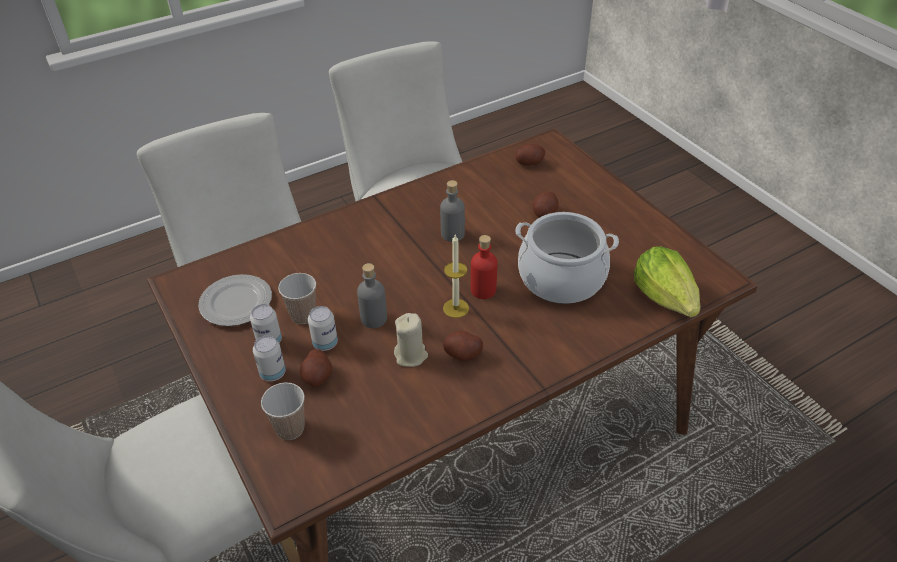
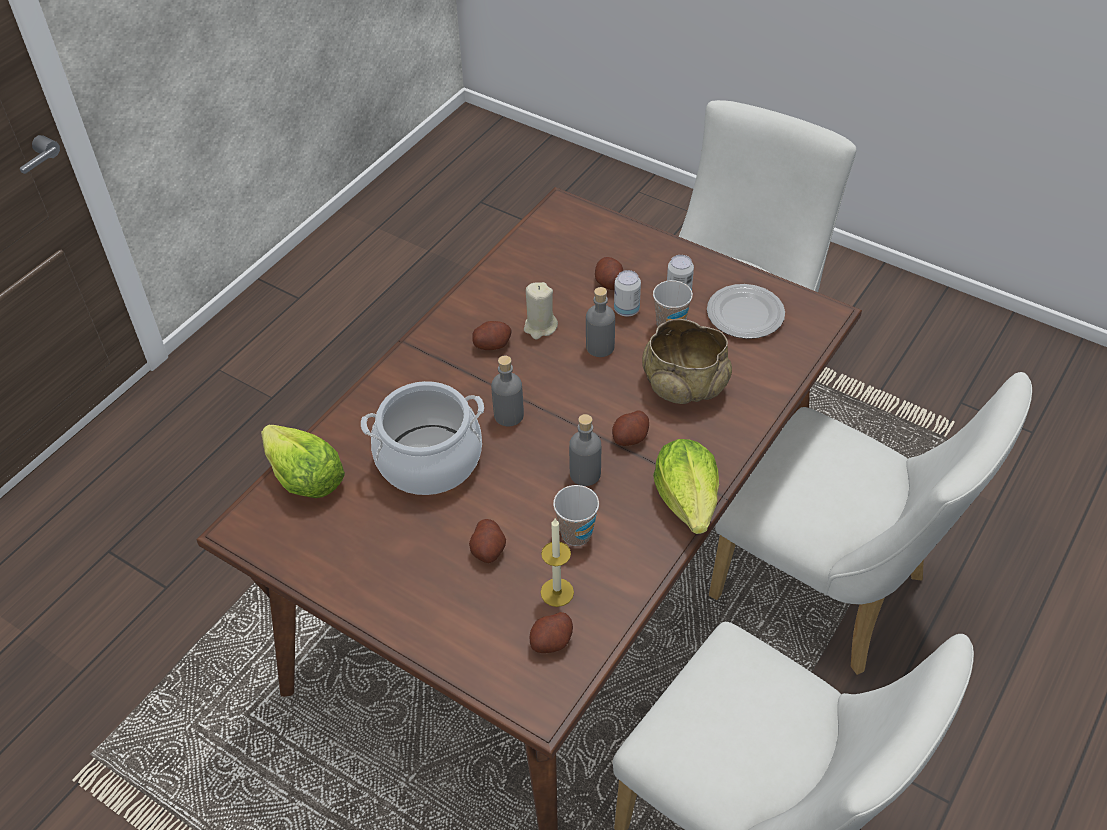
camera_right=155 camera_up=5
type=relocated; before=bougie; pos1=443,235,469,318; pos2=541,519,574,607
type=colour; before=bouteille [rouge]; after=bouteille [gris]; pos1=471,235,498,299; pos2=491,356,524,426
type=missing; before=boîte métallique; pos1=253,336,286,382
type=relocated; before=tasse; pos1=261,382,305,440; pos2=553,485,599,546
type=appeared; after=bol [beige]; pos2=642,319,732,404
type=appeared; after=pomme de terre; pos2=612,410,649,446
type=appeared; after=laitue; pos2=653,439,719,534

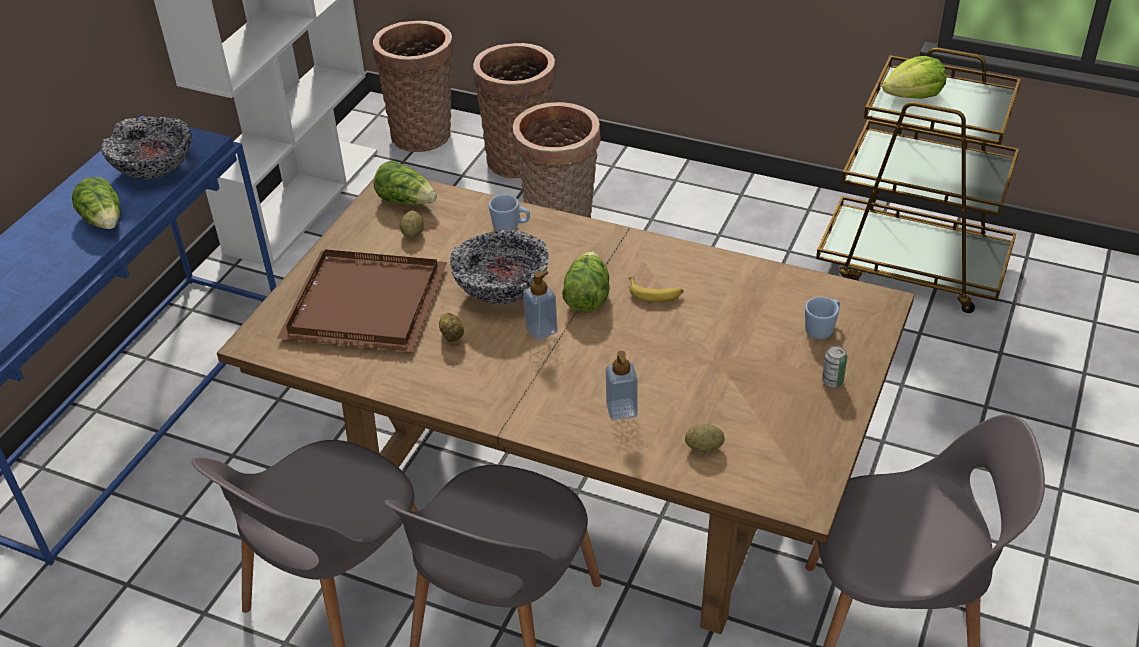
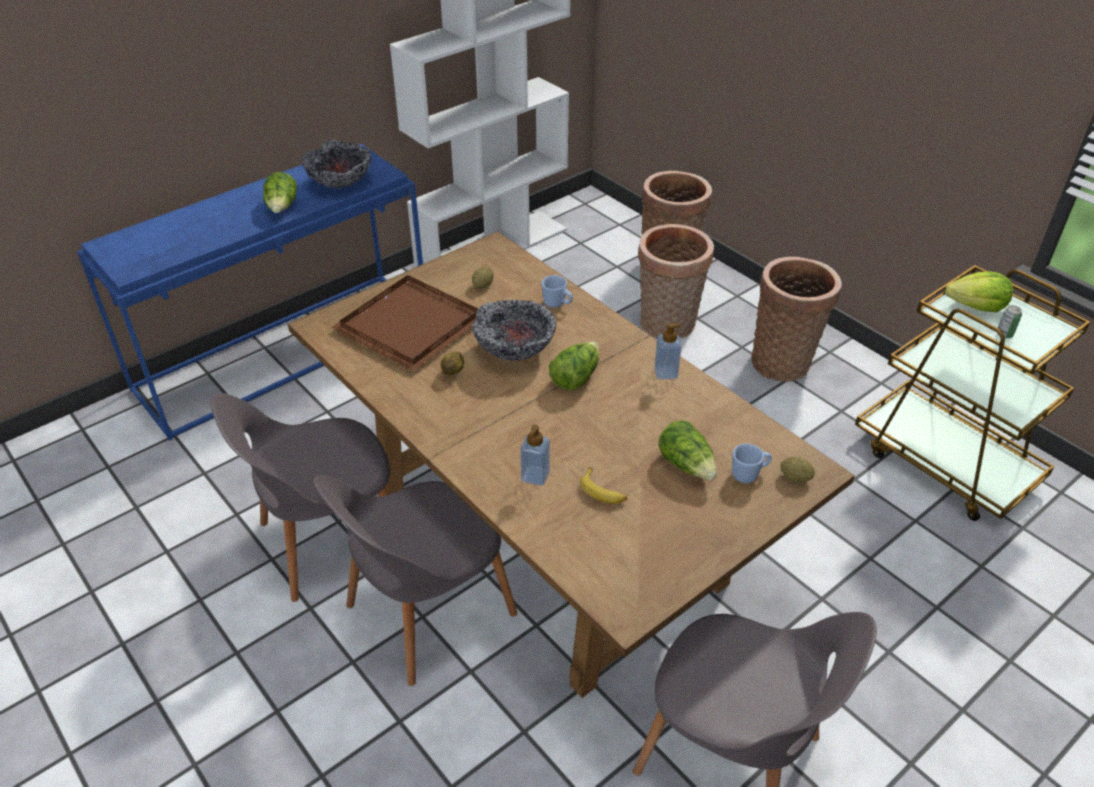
camera_right=25 camera_up=0
type=relocated; before=panier; pos1=373,21,454,152; pos2=751,257,842,382
type=relocated; before=laitue; pos1=373,161,437,205; pos2=659,420,717,480
type=relocated; before=distributeur de savon; pos1=523,270,558,340; pos2=654,323,682,380
type=relocated; before=banane; pos1=629,277,683,303; pos2=580,467,627,504
type=relocated; before=boîte métallique; pos1=822,346,847,387; pos2=997,305,1022,338
type=relocated; before=pomme de terre; pos1=685,424,725,453; pos2=780,457,815,482

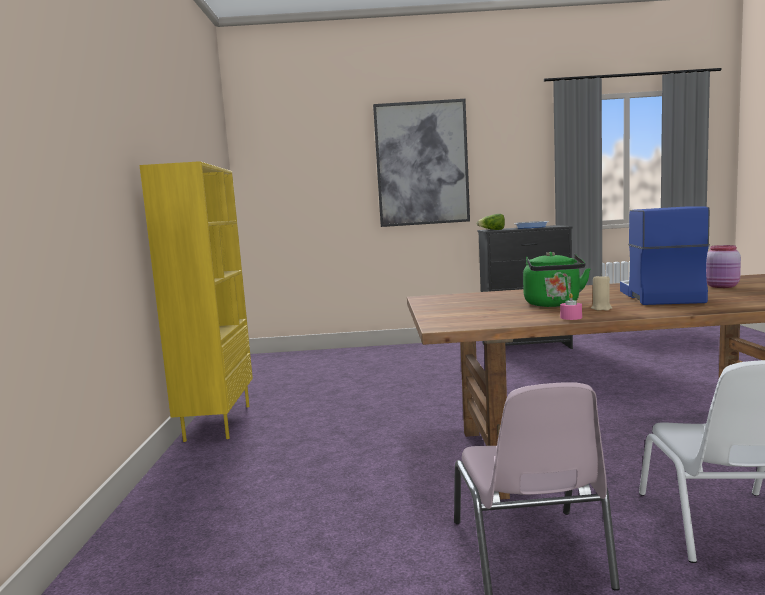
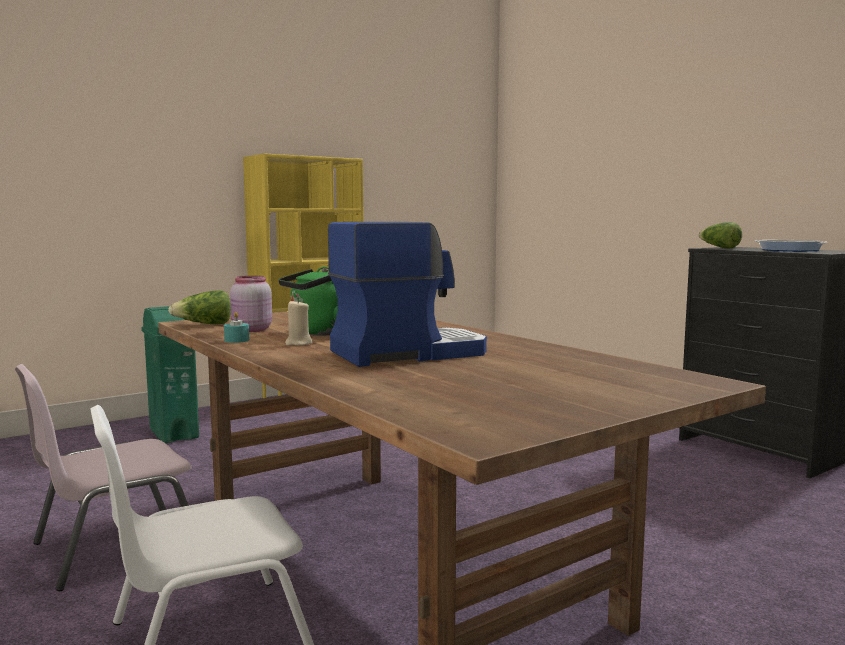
camera_right=55 camera_up=0
type=missing; before=tableau; pos1=373,99,470,227
type=relocated; before=bocal [rose]; pos1=706,245,741,288; pos2=230,276,272,332
type=colour; before=bougie [rose]; after=bougie [turquoise]; pos1=560,293,582,320; pos2=224,312,249,343
type=appeared; after=laitue; pos2=168,290,231,324
type=appeared; after=poubelle [vert]; pos2=141,306,199,443

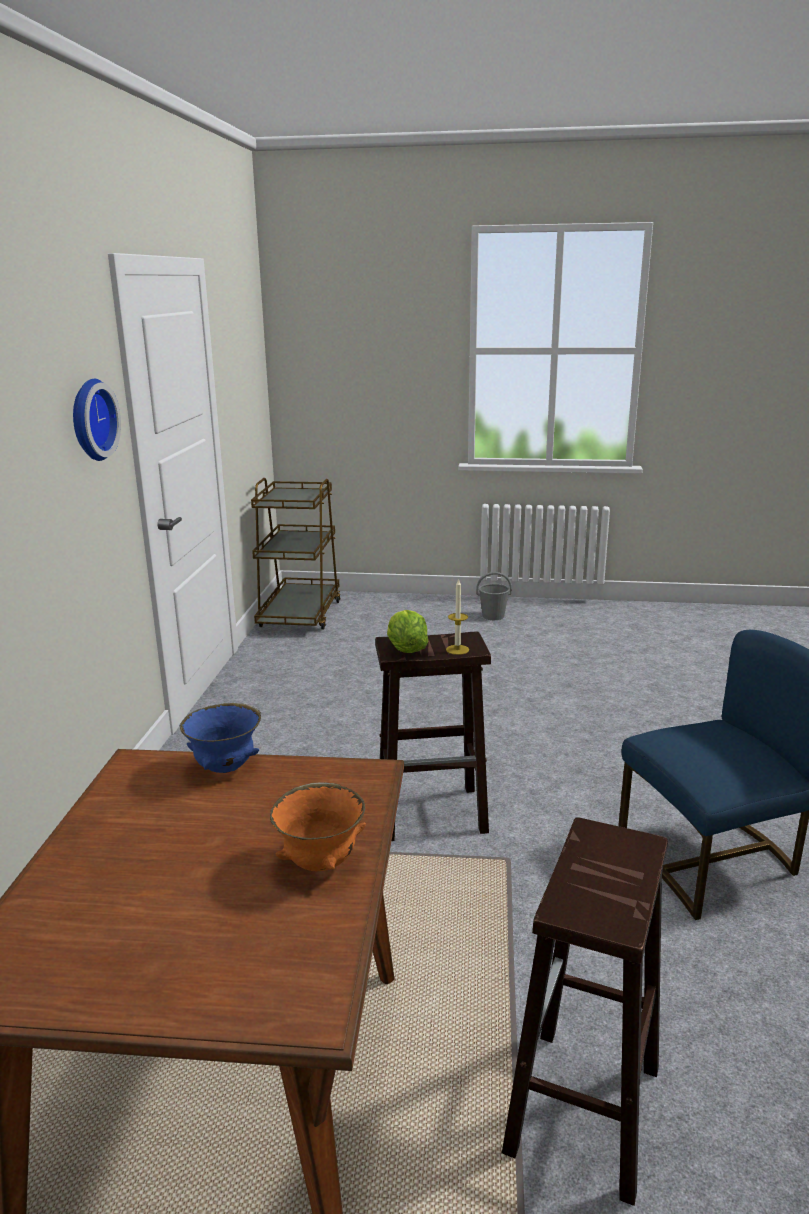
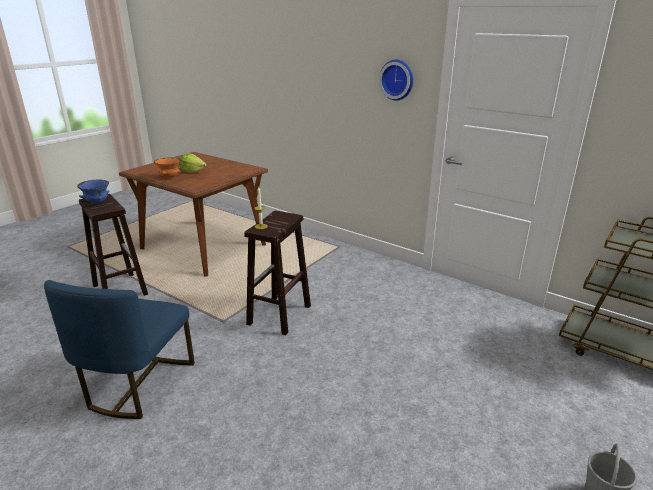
camera_right=120 camera_up=5
type=relocated; before=laitue; pos1=387,610,429,653; pos2=179,153,207,173
type=relocated; before=bol [bleu]; pos1=180,703,261,773; pos2=77,179,109,203

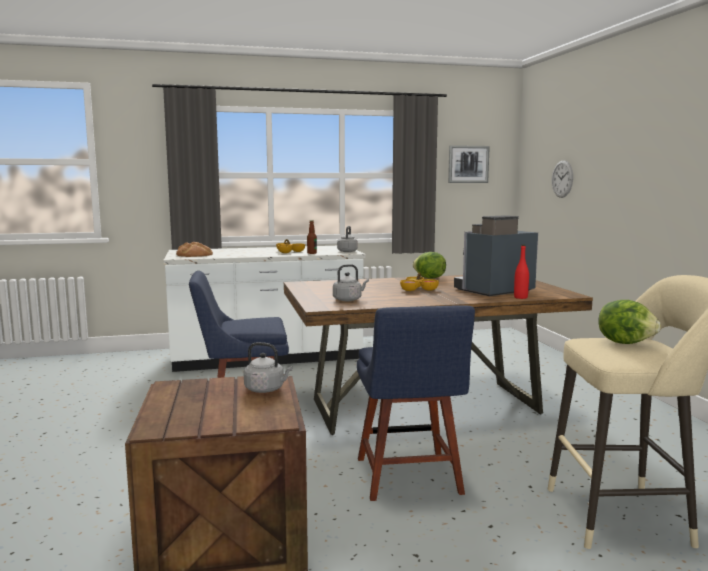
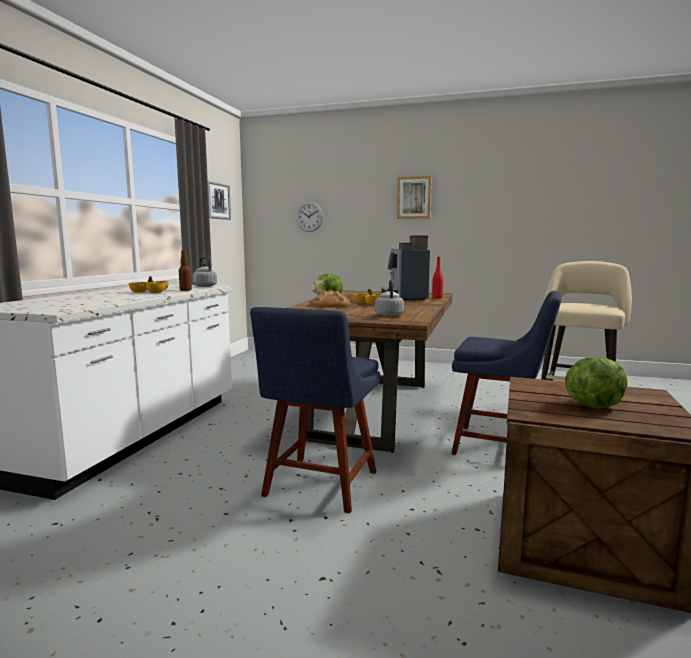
camera_right=-60 camera_up=0
type=relocated; before=pain; pos1=176,242,213,257; pos2=310,290,351,307
type=relocated; before=laitue; pos1=598,300,661,344; pos2=565,357,628,409
type=missing; before=bouilloire [gris]; pos1=244,342,293,393
type=appeared; after=tableau; pos2=397,176,432,219

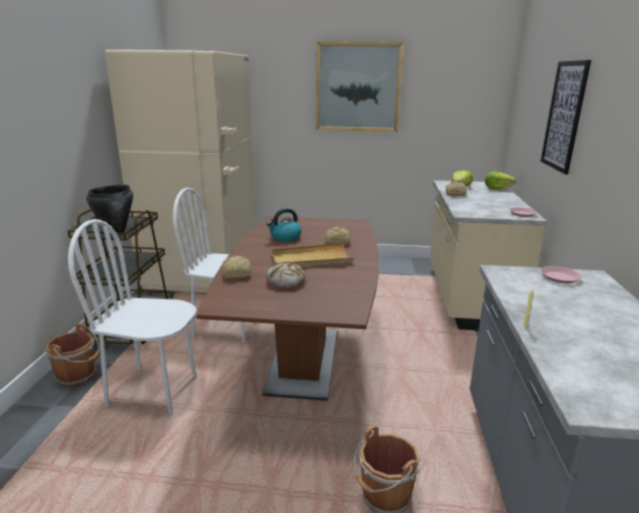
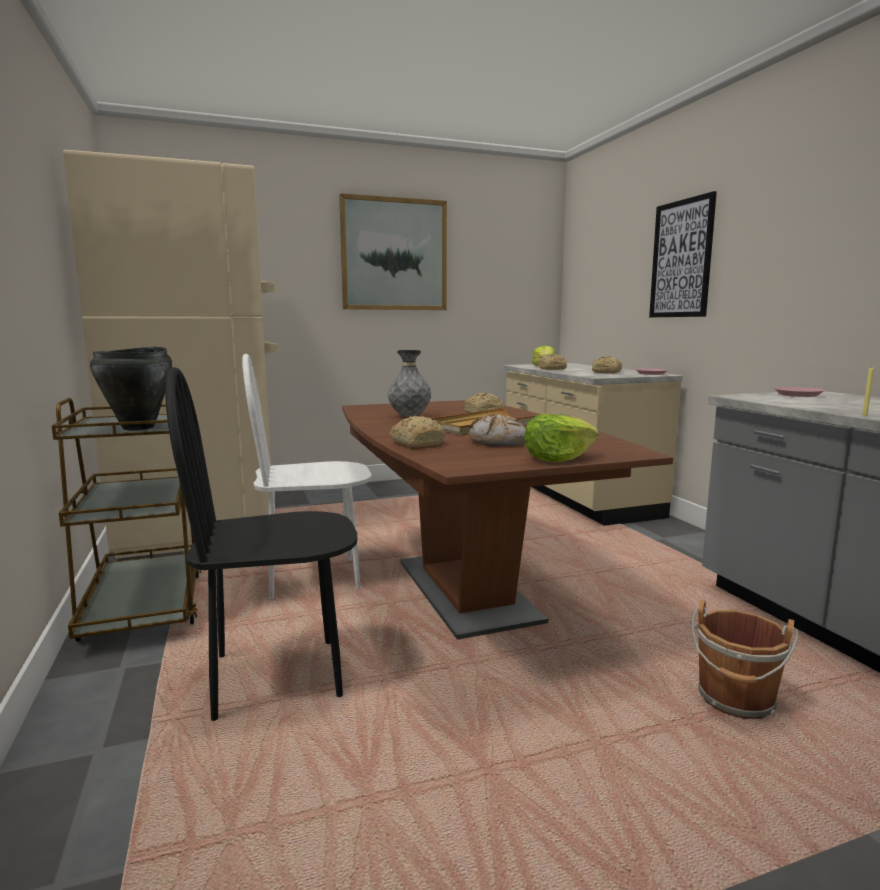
camera_right=-25 camera_up=-10
type=relocated; before=laitue; pos1=485,172,516,190; pos2=524,414,599,462
type=exchanged; before=bouilloire; after=vase [gris]; pos1=267,208,301,242; pos2=388,350,431,417
type=colour; before=chaise [blanc]; after=chaise [noir]; pos1=68,219,196,413; pos2=165,367,358,721
type=missing; before=seau [marron]; pos1=46,323,100,387
type=appeared; after=pain; pos2=592,356,622,374

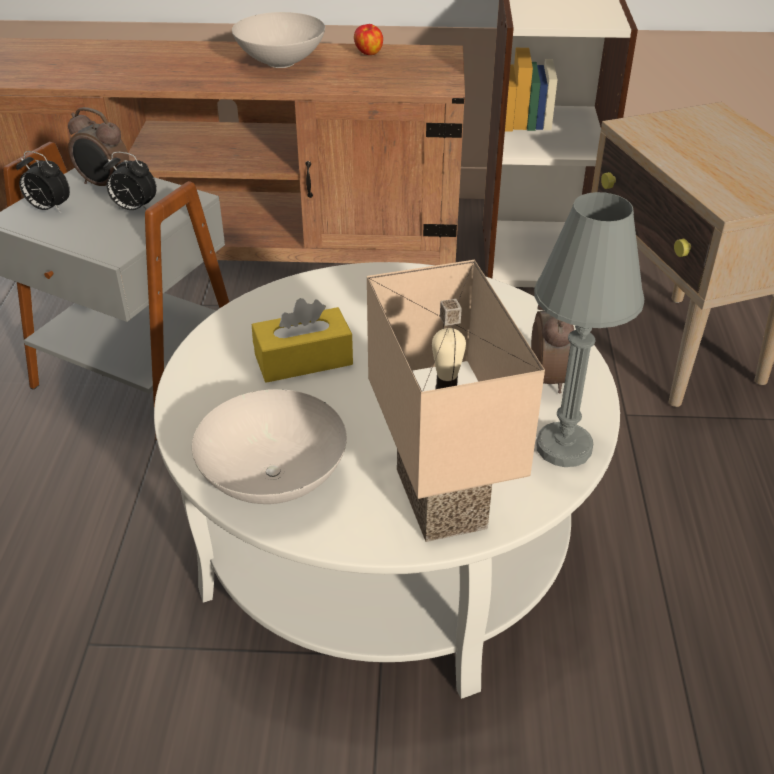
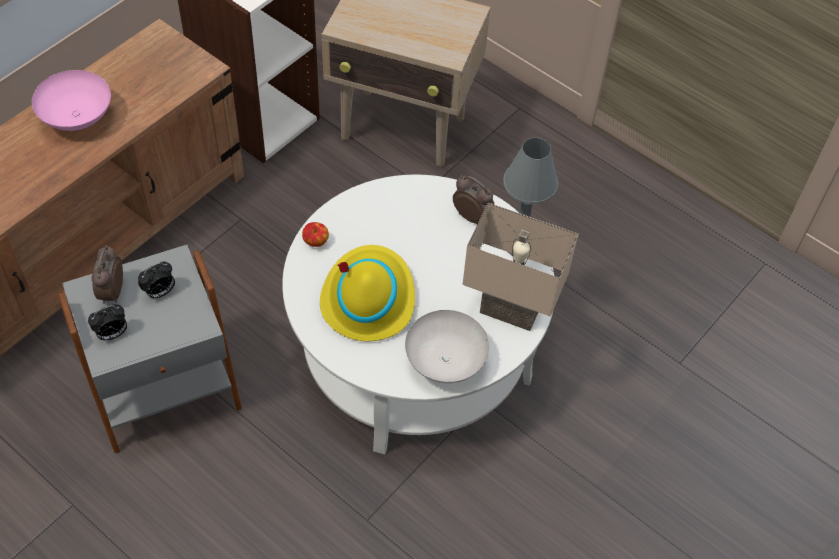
camera_right=-55 camera_up=15
type=colour; before=bol [blanc]; after=bol [rose]; pos1=232,12,325,68; pos2=32,70,111,131
type=relocated; before=pomme; pos1=354,24,383,55; pos2=302,222,329,247
type=spun; before=réveil; pos1=68,107,129,186; pos2=92,245,123,303; turn=120
type=exchanged; before=boîte à mouchoirs [jaune]; after=chapeau [jaune]; pos1=252,298,353,383; pos2=320,245,415,341

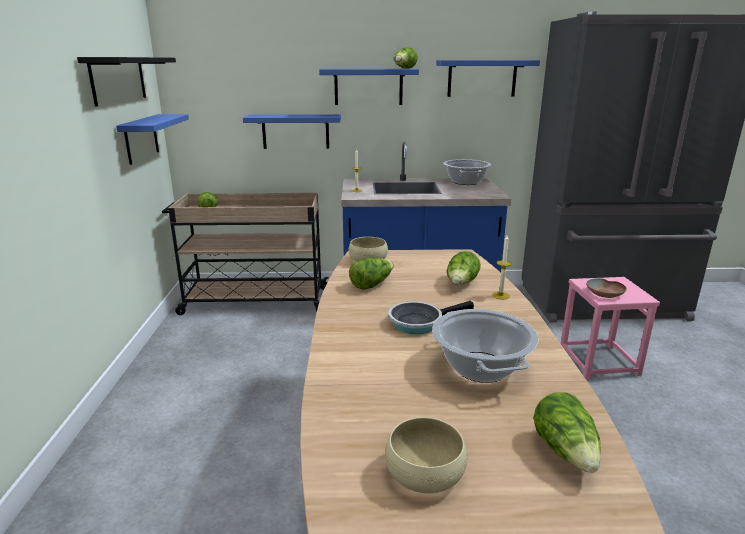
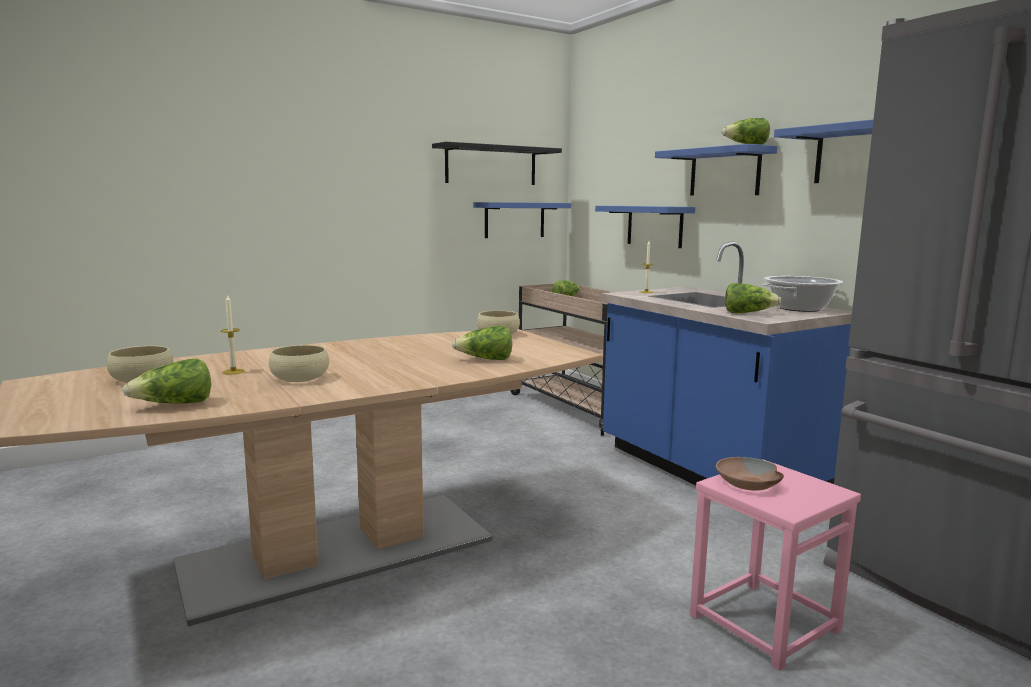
camera_right=60 camera_up=-10
type=relocated; before=bougie; pos1=492,236,512,299; pos2=221,295,245,374
type=relocated; before=laitue; pos1=349,258,394,290; pos2=725,283,781,313
type=missing; before=poêle; pos1=388,301,474,334
type=exchanged; before=marmite; after=bol [beige]; pos1=432,309,538,383; pos2=269,345,329,382

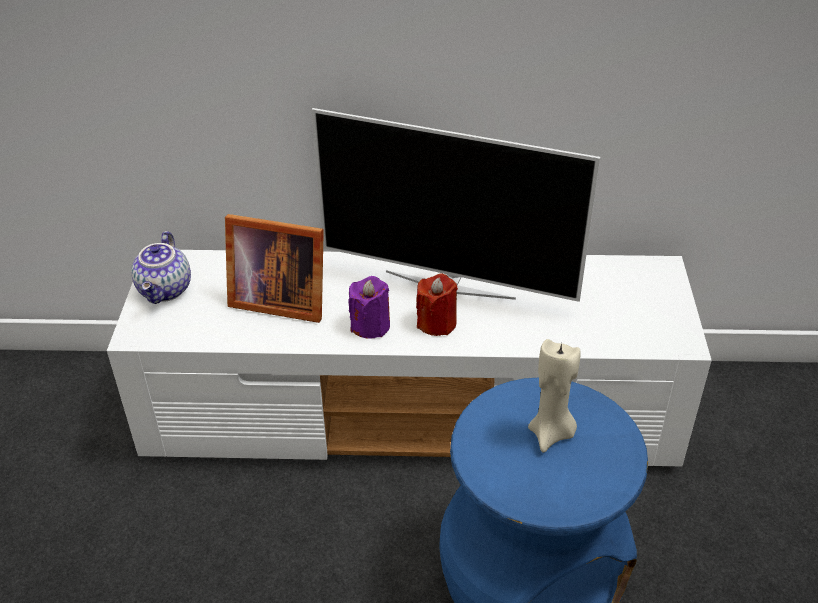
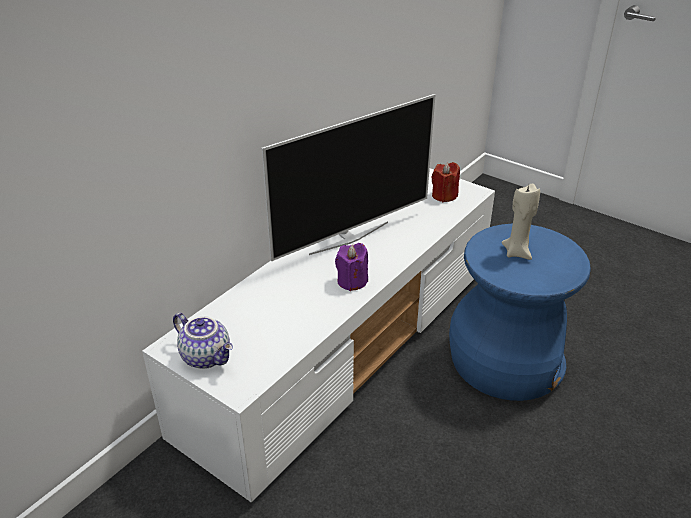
camera_right=-55 camera_up=-5
type=missing; before=cadre photo; pos1=225,214,324,323
type=relocated; before=bougie [rouge]; pos1=416,273,458,336; pos2=431,162,460,202

